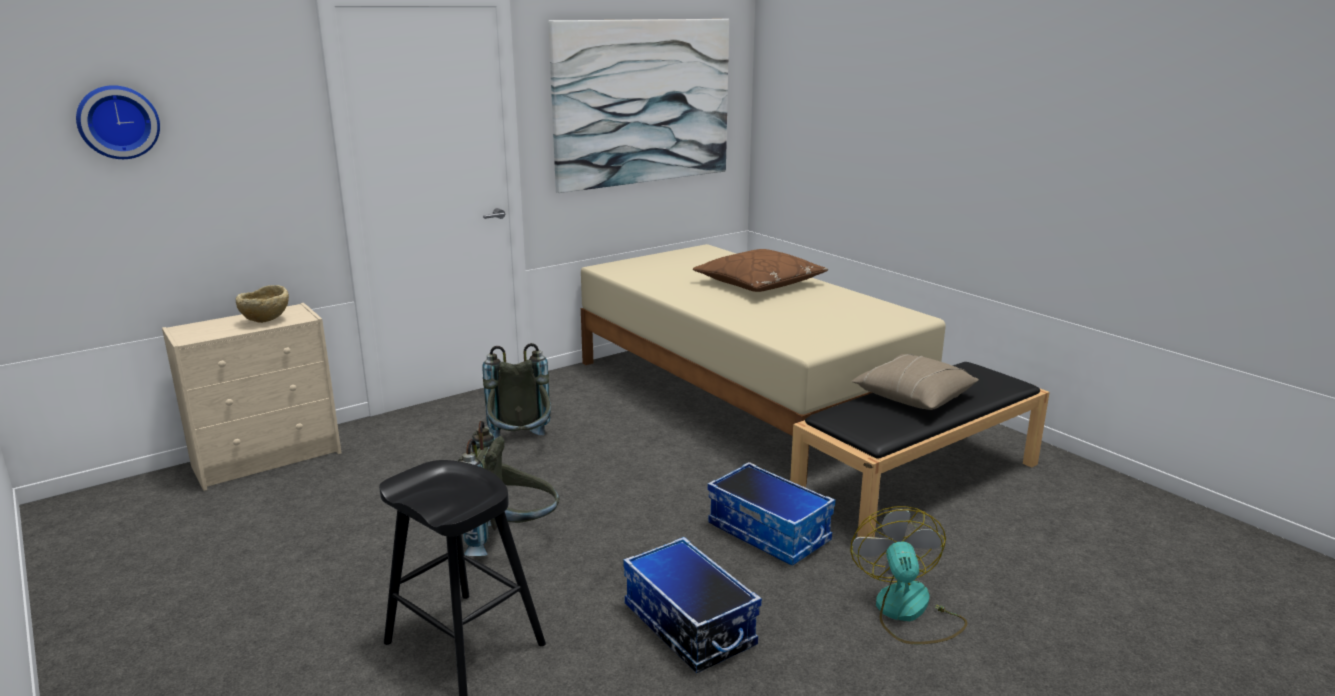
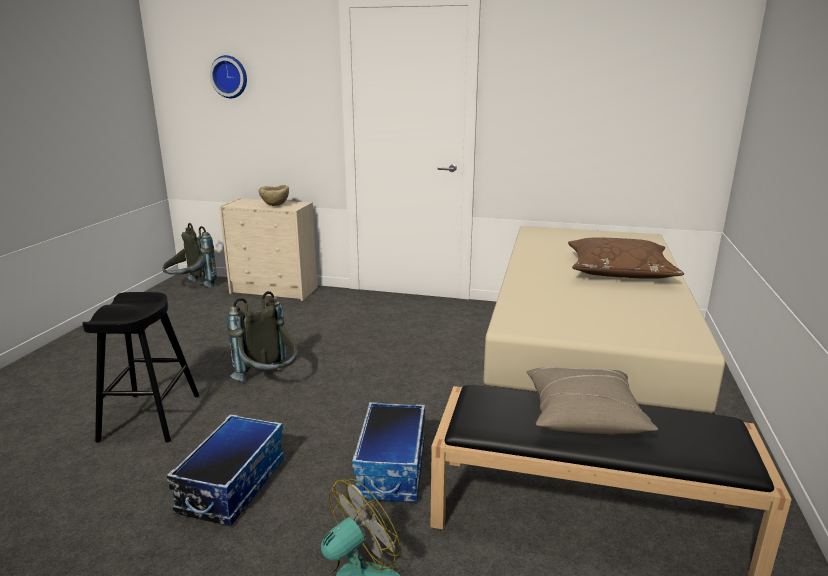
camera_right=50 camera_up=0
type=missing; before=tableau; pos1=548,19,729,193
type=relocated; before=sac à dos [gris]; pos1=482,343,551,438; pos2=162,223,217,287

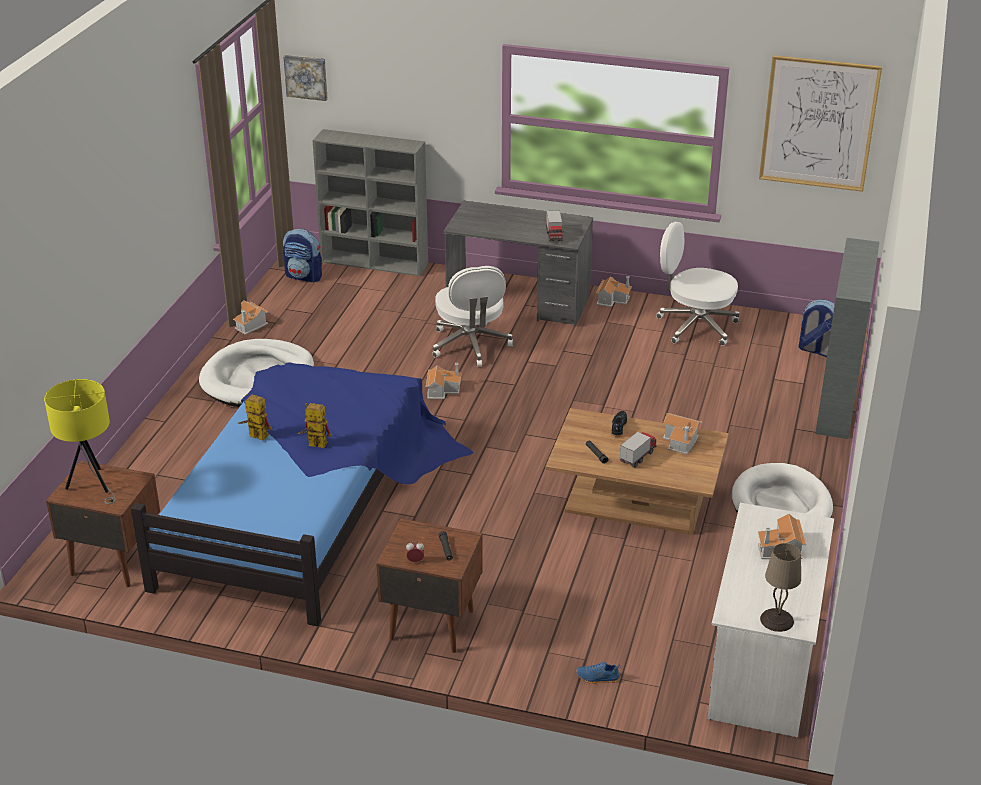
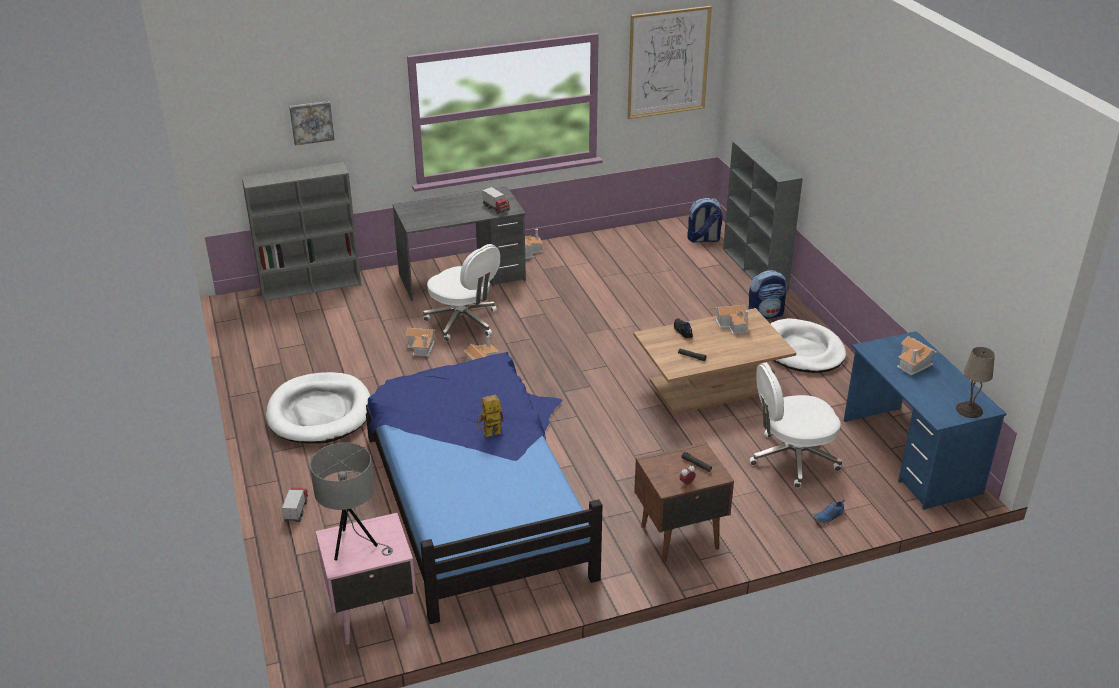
camera_right=-35 camera_up=0
type=relocated; before=tableau; pos1=283,55,328,101; pos2=289,101,335,146
type=relocated; before=chaise de bureau [blanc]; pos1=656,222,739,346; pos2=750,362,842,488
type=relocated; before=sac à dos; pos1=283,229,322,283; pos2=748,270,787,319
type=relocated; before=maison miniature; pos1=233,300,268,335; pos2=406,328,435,357
type=colour; before=lampe de table [jaune]; after=lampe de table [gris]; pos1=44,379,116,504; pos2=310,442,393,561
type=missing; before=robot jouet; pos1=238,394,272,441
type=relocated; before=camion jouet; pos1=620,432,657,468; pos2=282,488,308,522
type=colour; before=table de chevet [marron]; after=table de chevet [rose]; pos1=46,460,160,587; pos2=315,513,416,645
type=colour; before=bureau [blanc]; after=bureau [bleu]; pos1=708,503,834,737; pos2=844,331,1007,510

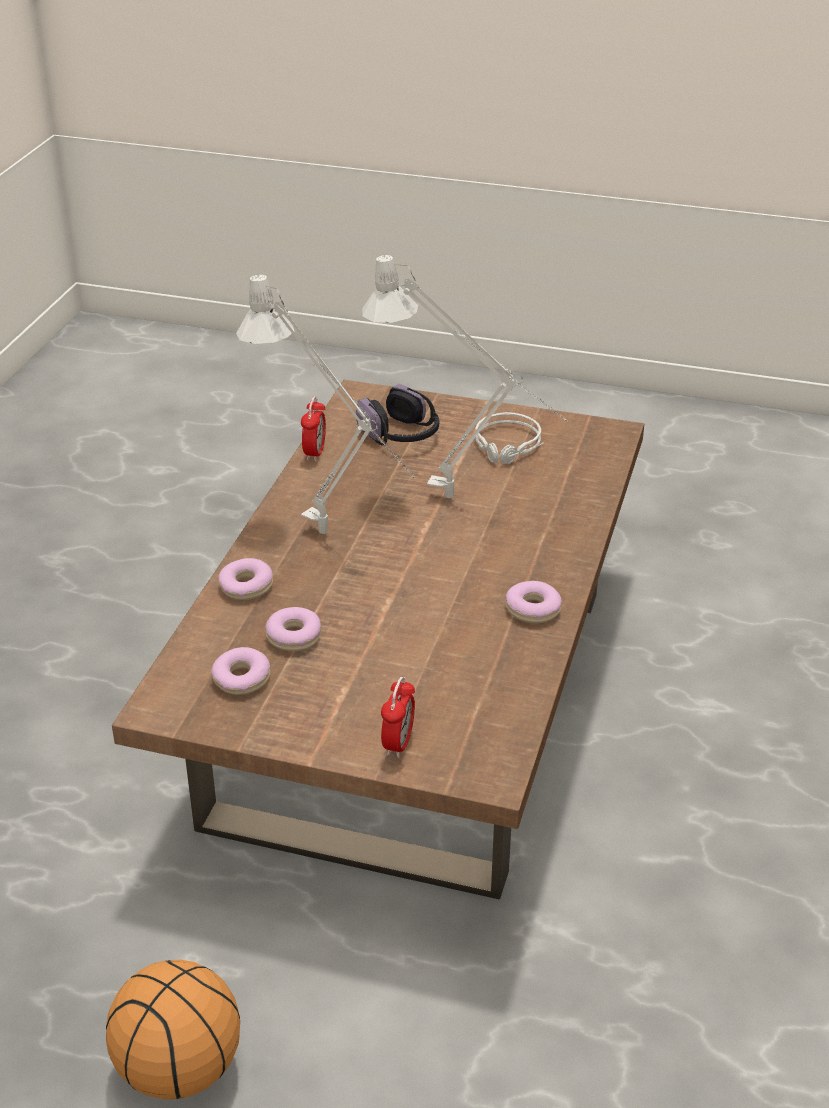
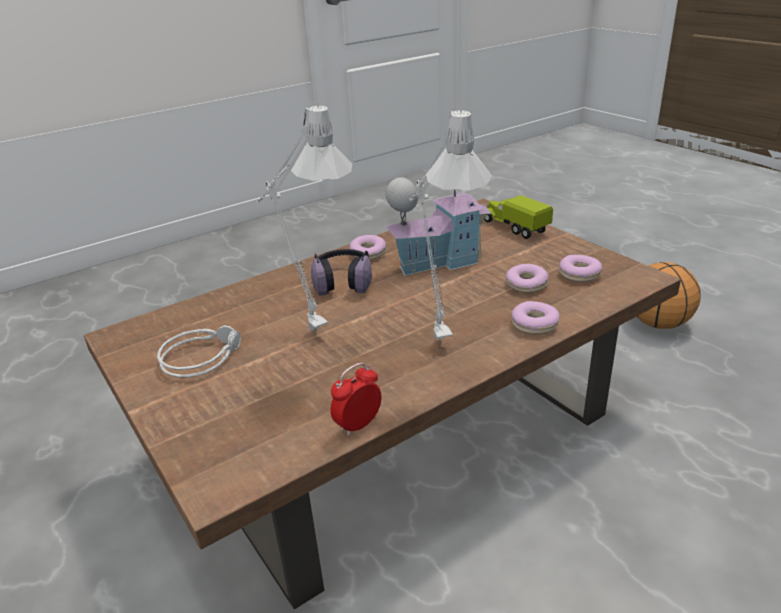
camera_right=-140 camera_up=-5
type=relocated; before=casque audio; pos1=356,384,439,445; pos2=311,249,372,296
type=exchanged; before=réveil; after=camion jouet; pos1=381,677,415,758; pos2=484,195,553,239
type=appeared; after=maison miniature; pos2=386,177,491,276

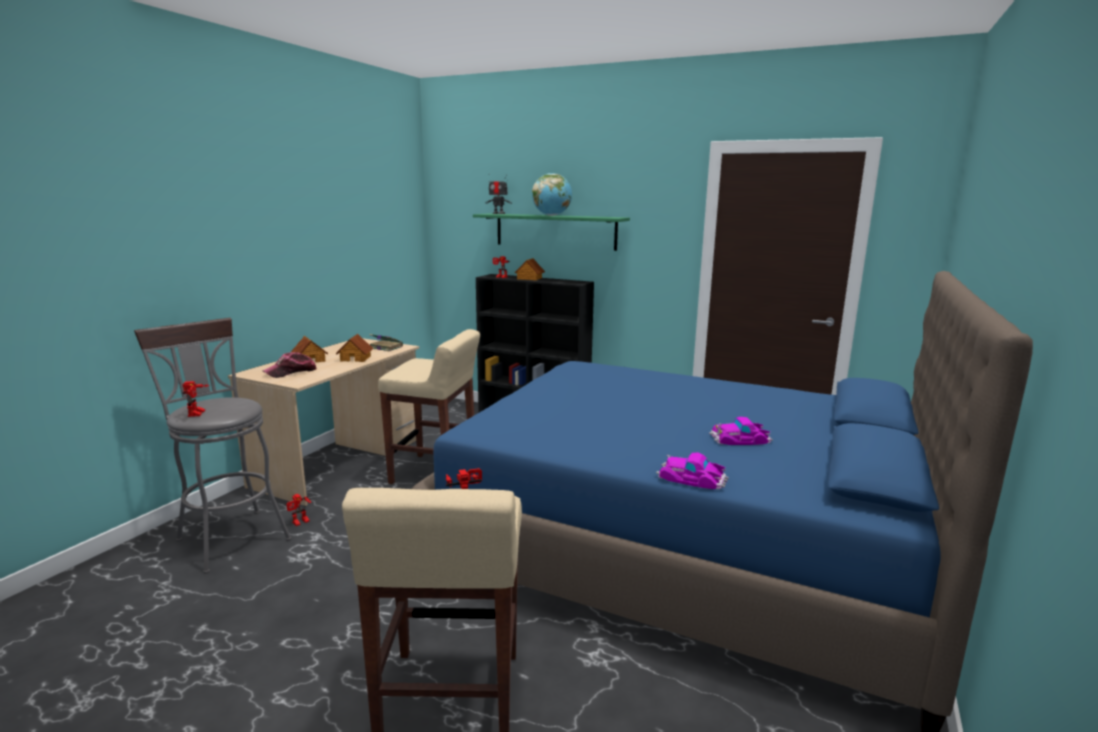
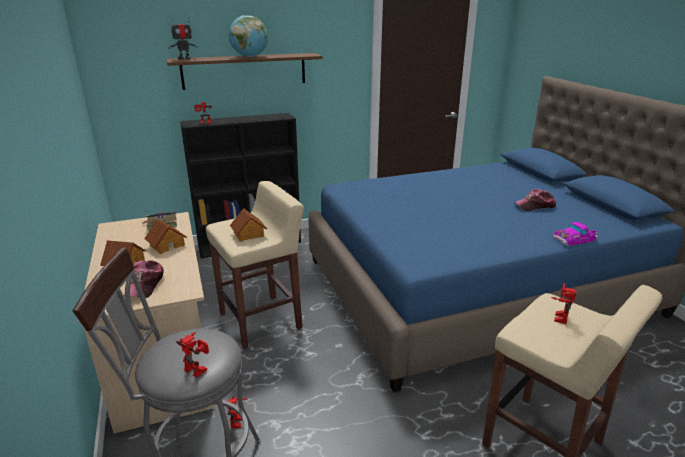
camera_right=-45 camera_up=10
type=colour; before=étagère [vert]; after=étagère [marron]; pos1=473,213,630,251; pos2=166,53,323,90
type=relocated; before=maison miniature; pos1=514,258,545,281; pos2=230,208,267,242
type=exchanged; before=petite voiture; after=casquette; pos1=709,417,773,445; pos2=514,189,556,211

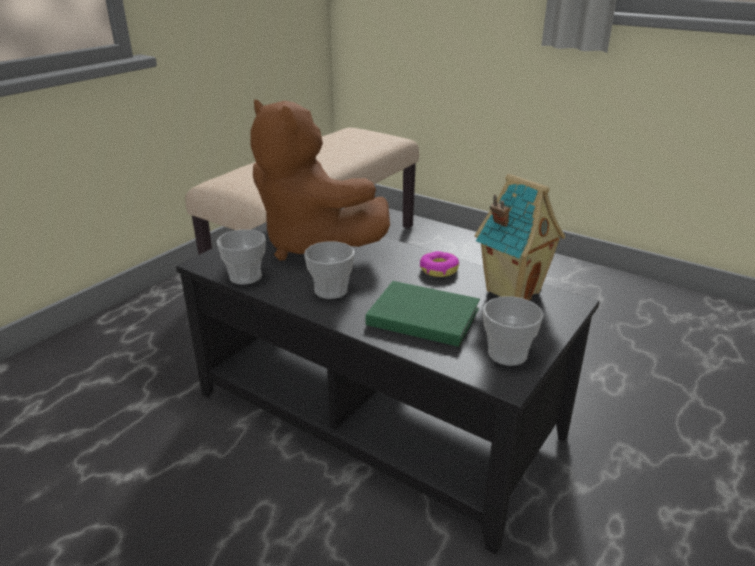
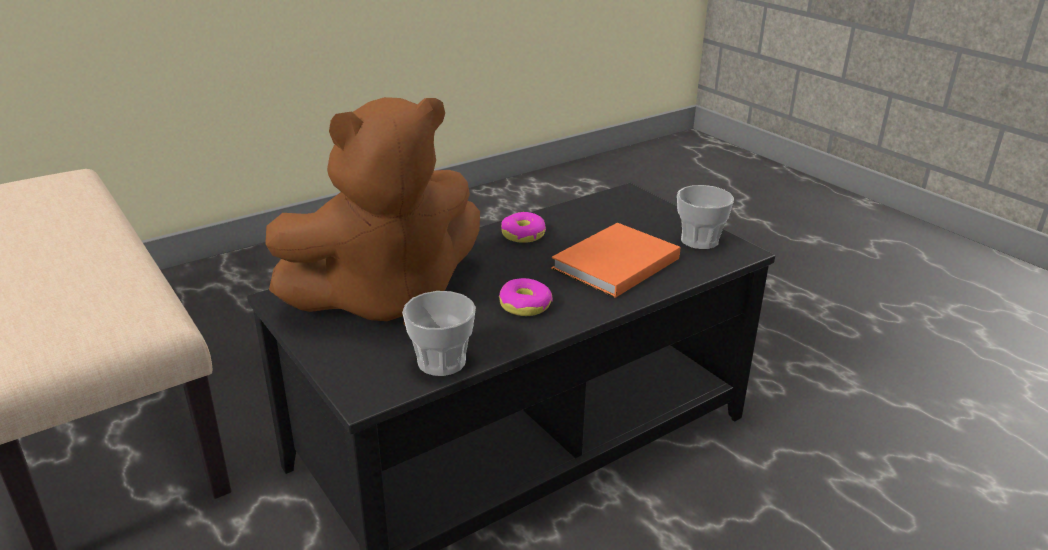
camera_right=-70 camera_up=0
type=missing; before=maison miniature; pos1=475,174,565,300
type=exchanged; before=tasse; after=beignet; pos1=304,241,354,299; pos2=499,278,553,316
type=colour; before=livre [vert]; after=livre [orange]; pos1=366,281,480,347; pos2=551,223,680,298

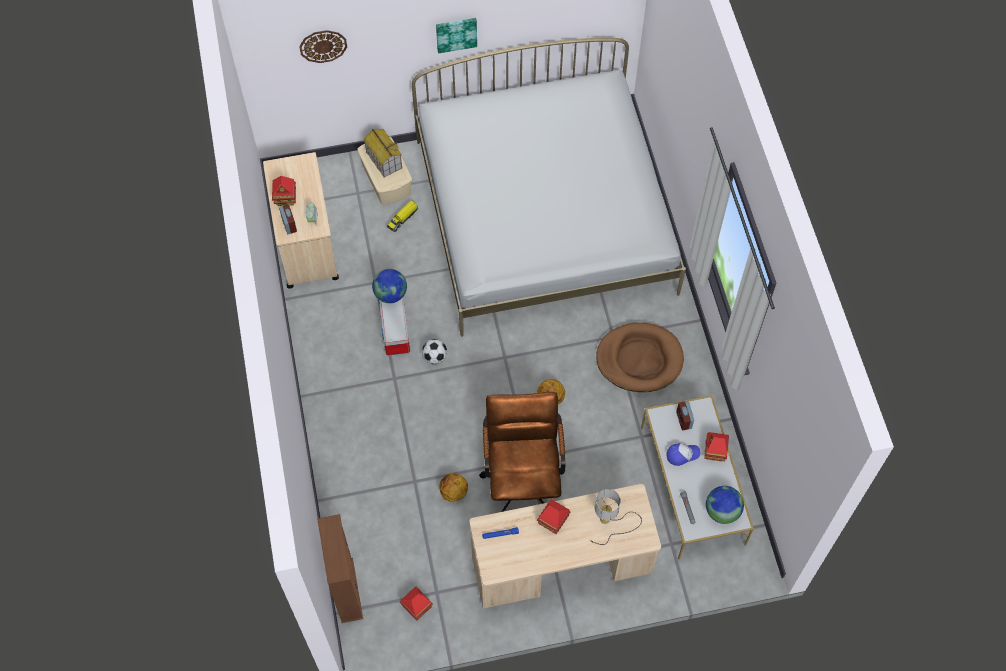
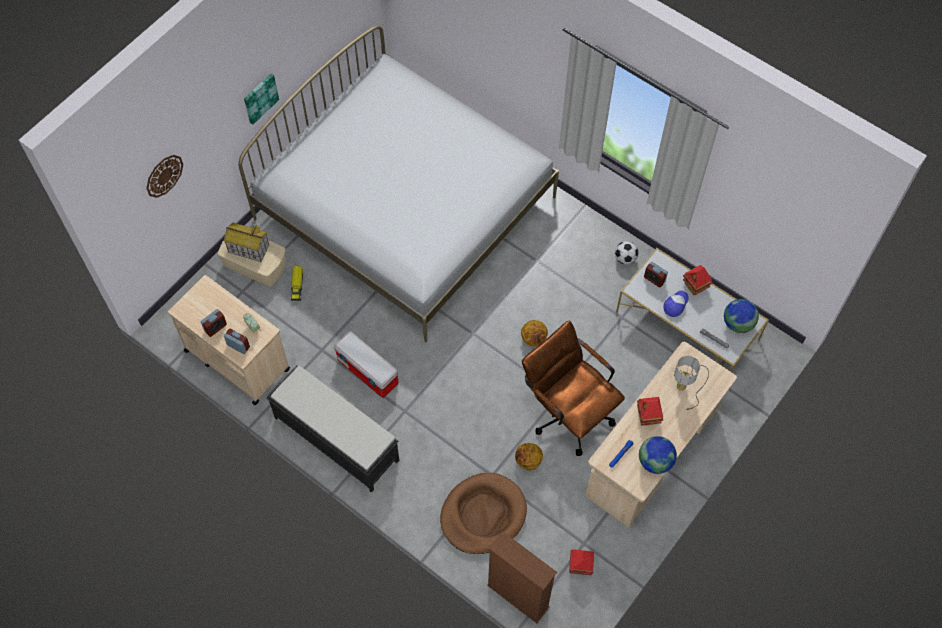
camera_right=-40 camera_up=0
type=exchanged; before=maison miniature; after=réveil; pos1=272,176,296,206; pos2=201,309,227,337
type=relocated; before=globe; pos1=372,269,407,303; pos2=639,436,677,474
type=relocated; before=panier pour chien [marron]; pos1=596,322,684,392; pos2=440,473,527,554
type=relocated; before=ballon de foot; pos1=422,339,447,364; pos2=615,241,638,265
type=appeared; after=banc [noir]; pos2=266,365,399,493

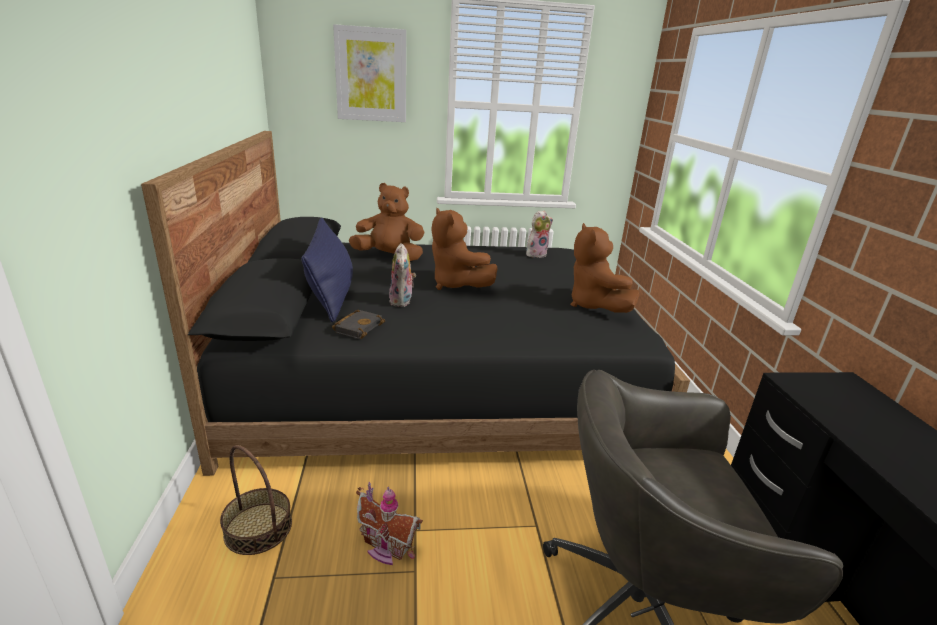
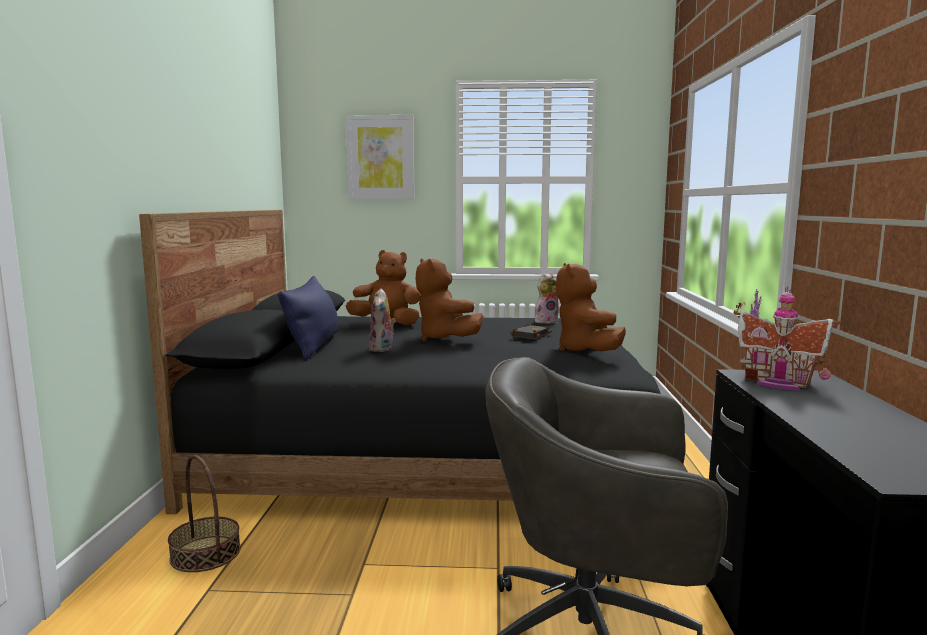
camera_right=10 camera_up=-15
type=relocated; before=livre [noir]; pos1=332,309,385,339; pos2=510,324,552,340
type=relocated; before=maison miniature; pos1=356,482,423,565; pos2=734,286,841,390

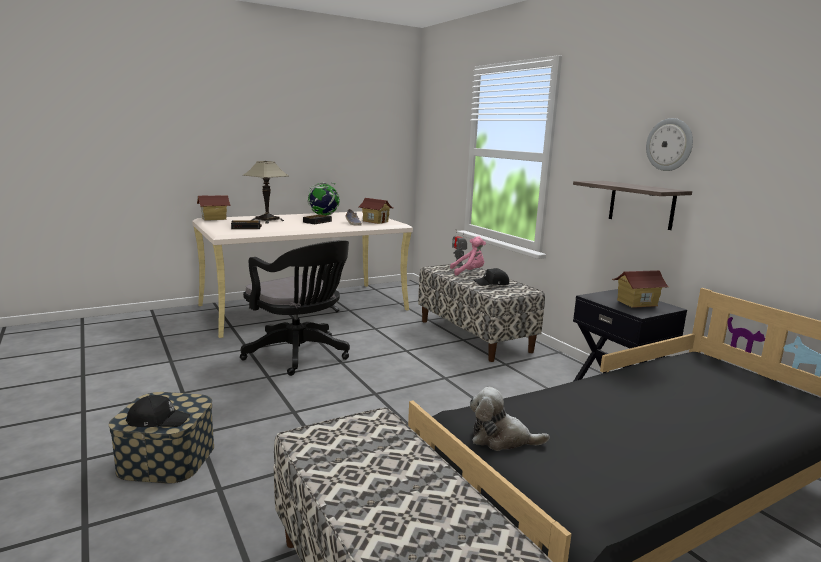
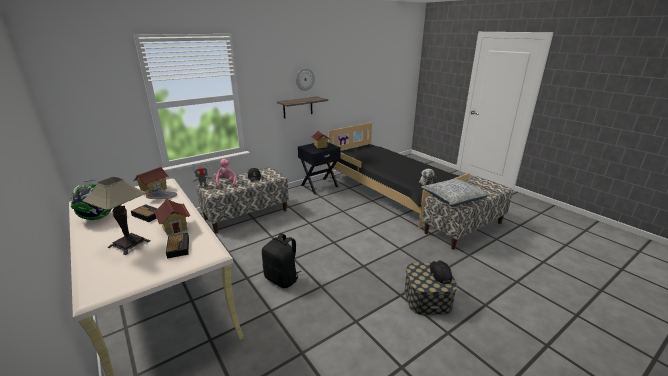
camera_right=-95 camera_up=10
type=relocated; before=maison miniature; pos1=197,195,231,221; pos2=154,199,191,235
type=exchanged; before=chaise de bureau [noir]; after=sac à dos [noir]; pos1=240,240,350,376; pos2=262,233,301,288
type=appeared; after=coussin; pos2=421,179,490,206

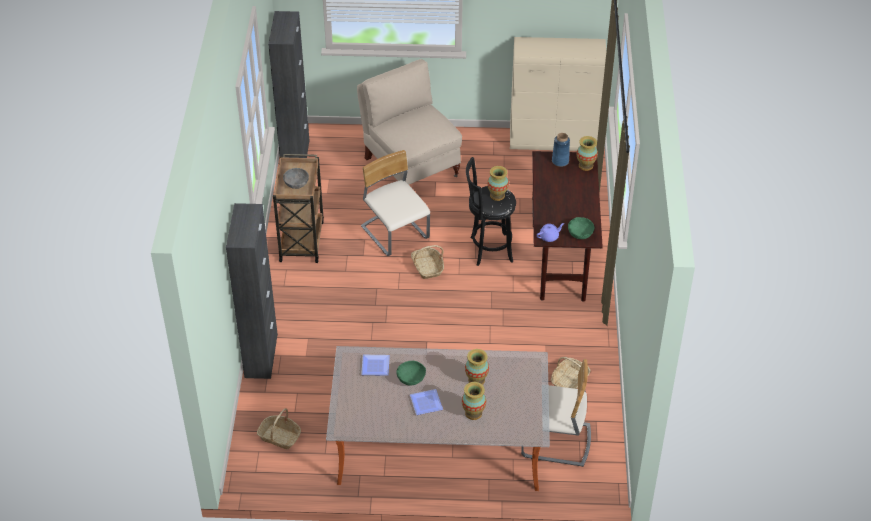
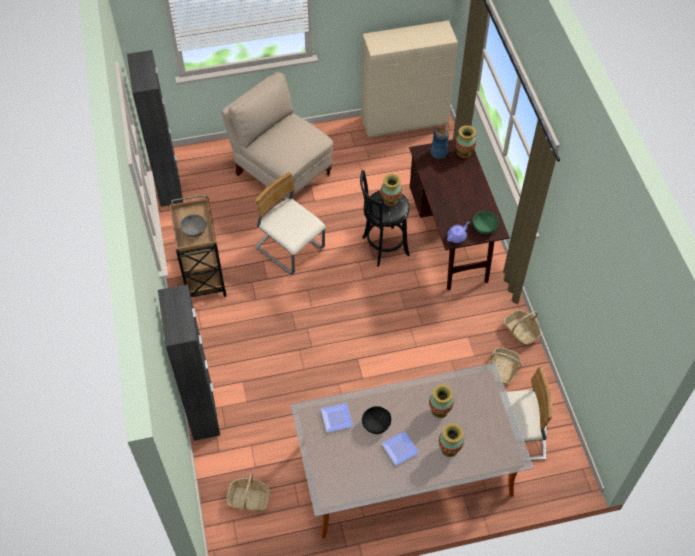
camera_right=-15 camera_up=10
type=relocated; before=panier; pos1=411,245,444,279; pos2=503,310,541,345
type=colour; before=bol [vert]; after=bol [noir]; pos1=396,361,426,386; pos2=362,406,391,434

